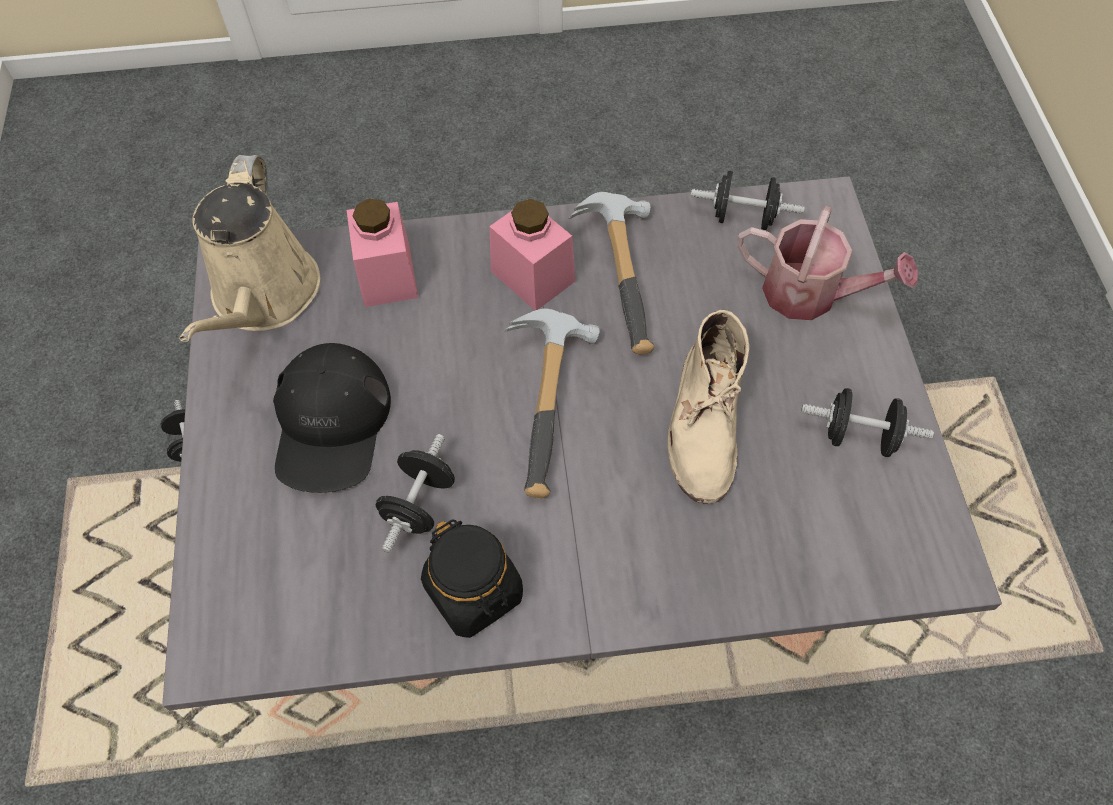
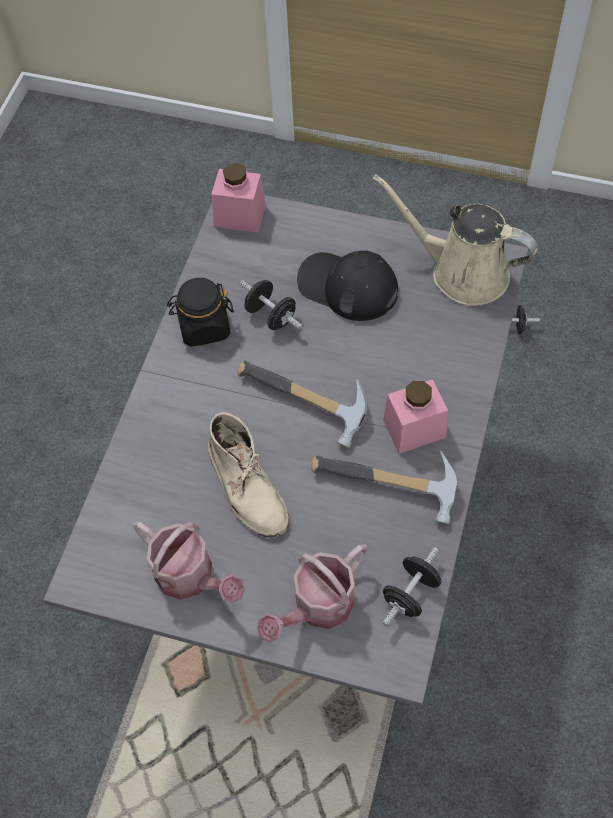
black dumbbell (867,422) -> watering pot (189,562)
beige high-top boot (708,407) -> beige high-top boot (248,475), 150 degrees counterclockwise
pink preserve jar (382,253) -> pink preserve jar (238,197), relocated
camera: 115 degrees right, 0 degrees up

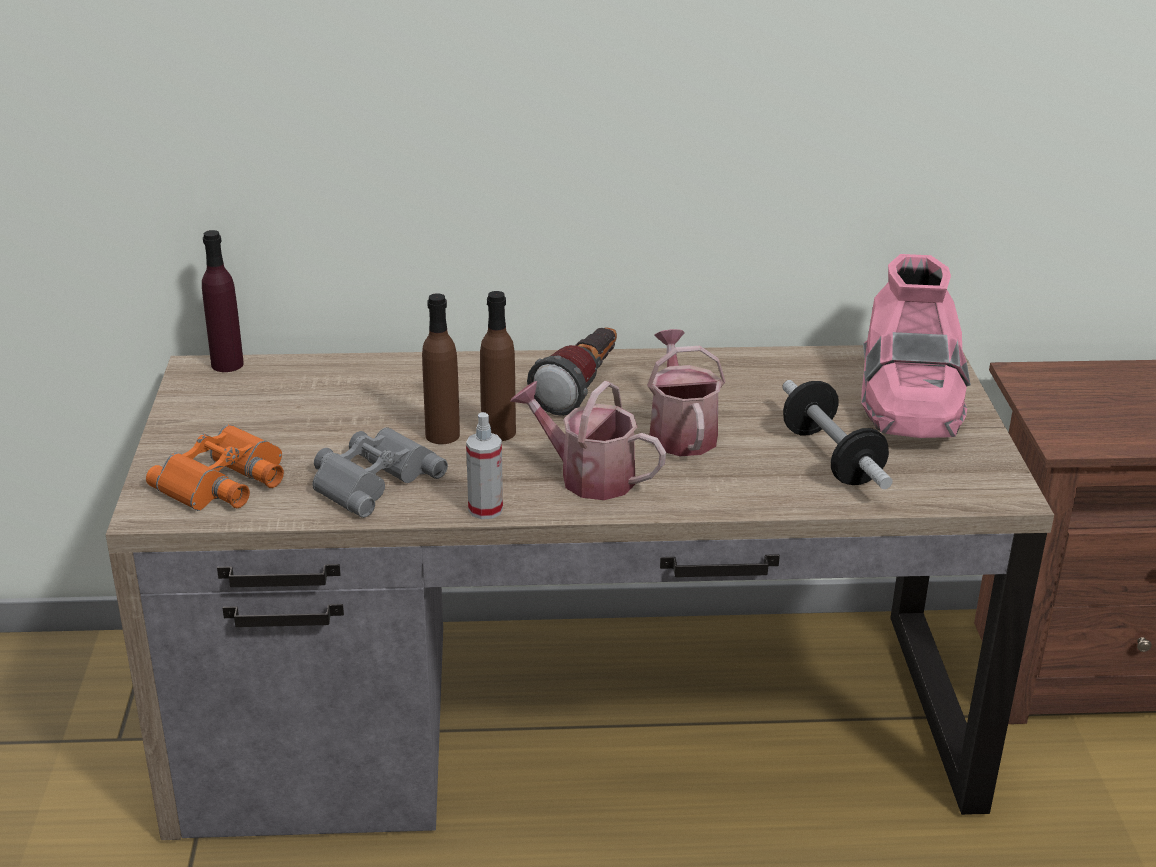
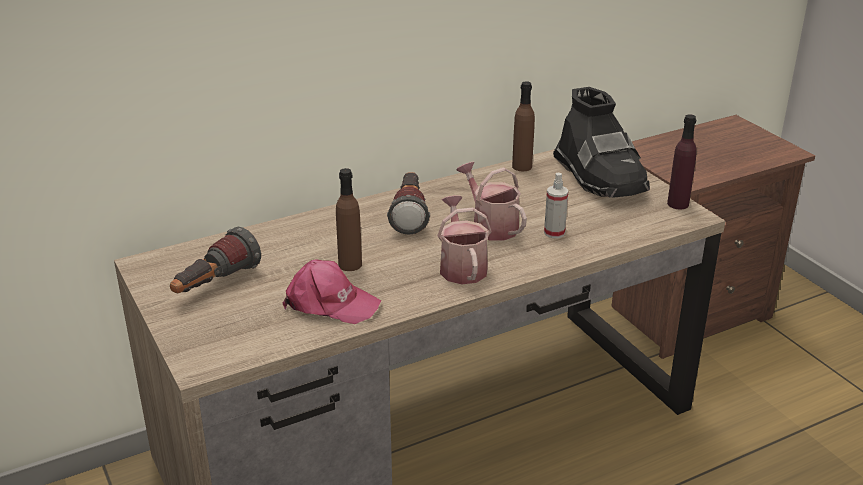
none -> hand torch (215,260)
gray binoculars (380,472) -> pink cap (332,291)
watering pot (588,440) -> watering pot (464,240), 75 degrees clockwise
brown bottle (498,366) -> brown bottle (523,126), relocated
hand sprayer (484,465) -> hand sprayer (556,205), relocated
pink high-top boot (916,346) -> black high-top boot (601,142)
purplish bottle (223,301) -> purplish bottle (682,161), relocated
orange-coloured binoculars (215,467) -> none
dumbbell (837,434) -> none
camera: 25 degrees left, 0 degrees up

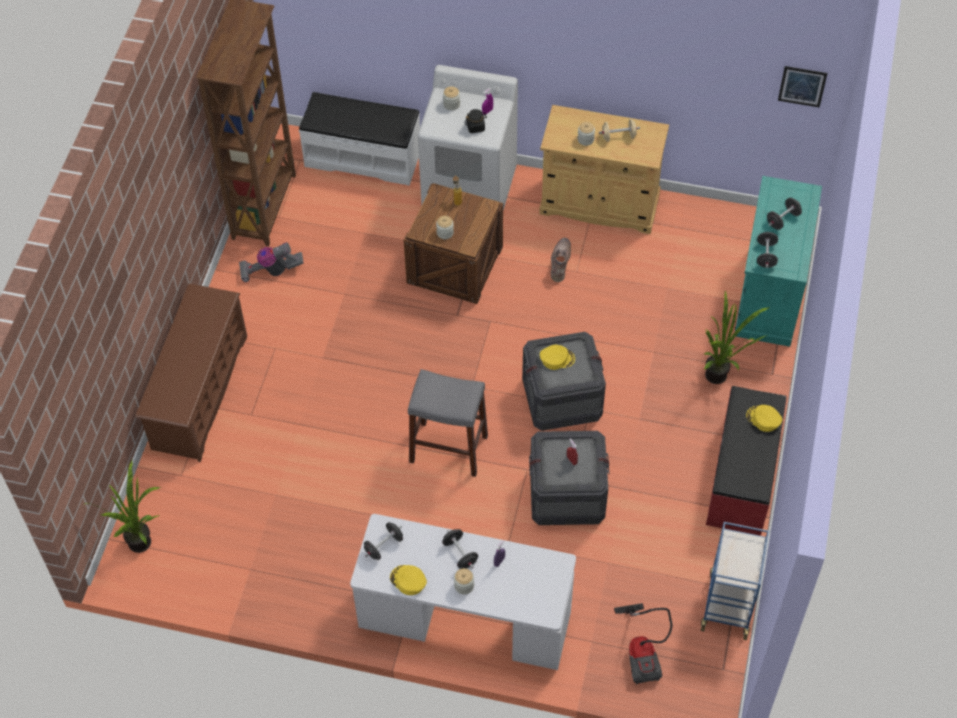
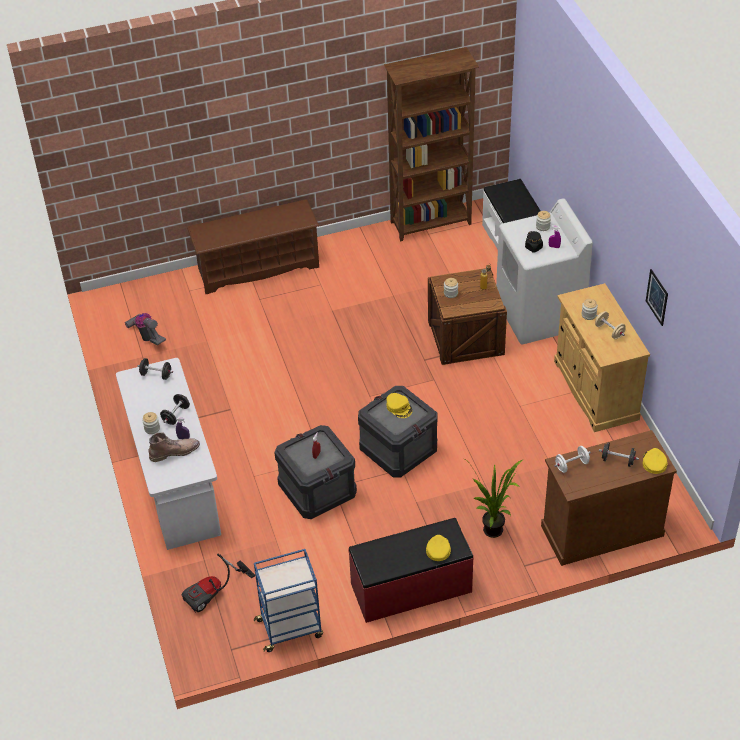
hoover (271,262) -> hoover (145,329), relocated
brown high-top boot (561,260) -> brown high-top boot (174,447), relocated
turquoise cupboard (778,261) -> brown cupboard (609,498)
black dumbbell (767,250) -> white-coloured dumbbell (572,459)
yellow cap (408,580) -> yellow cap (655,461), relocated
wall picture (803,87) -> wall picture (657,297), relocated
houseplant (122,506) -> none
gray sitting stool (448,423) -> none
camera: 60 degrees right, 10 degrees down

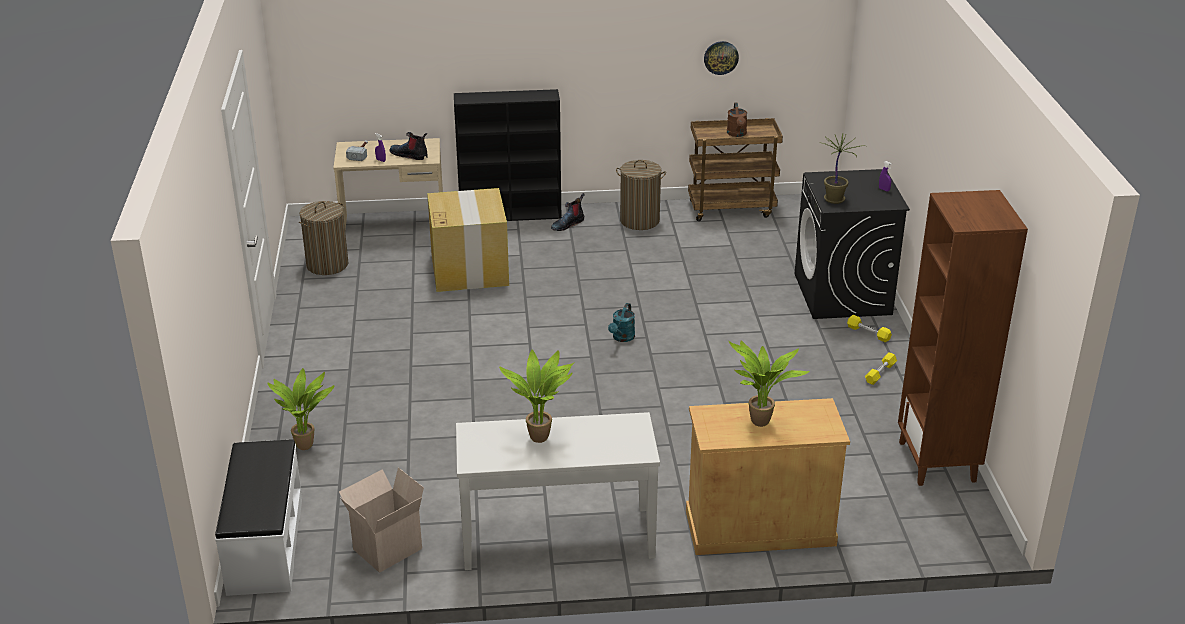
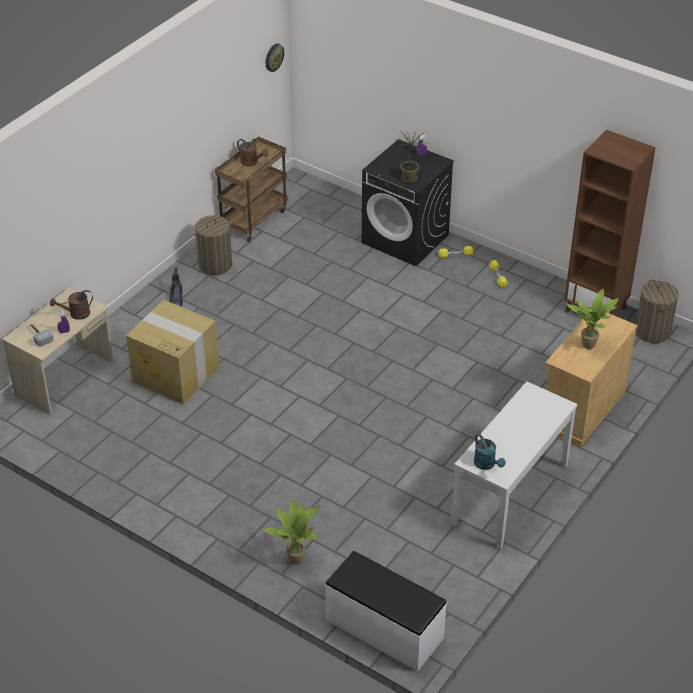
high-top boot (408,146) -> brown watering pot (71,305)
hanging clock (721,58) -> hanging clock (275,58), relocated
turquoise watering pot (621,322) -> turquoise watering pot (490,452), relocated
laundry basket (323,238) -> laundry basket (657,311), relocated
cardboard box (381,520) -> none
black shelving unit (507,155) -> none
houseplant (536,396) -> none
camera: 50 degrees left, 10 degrees up

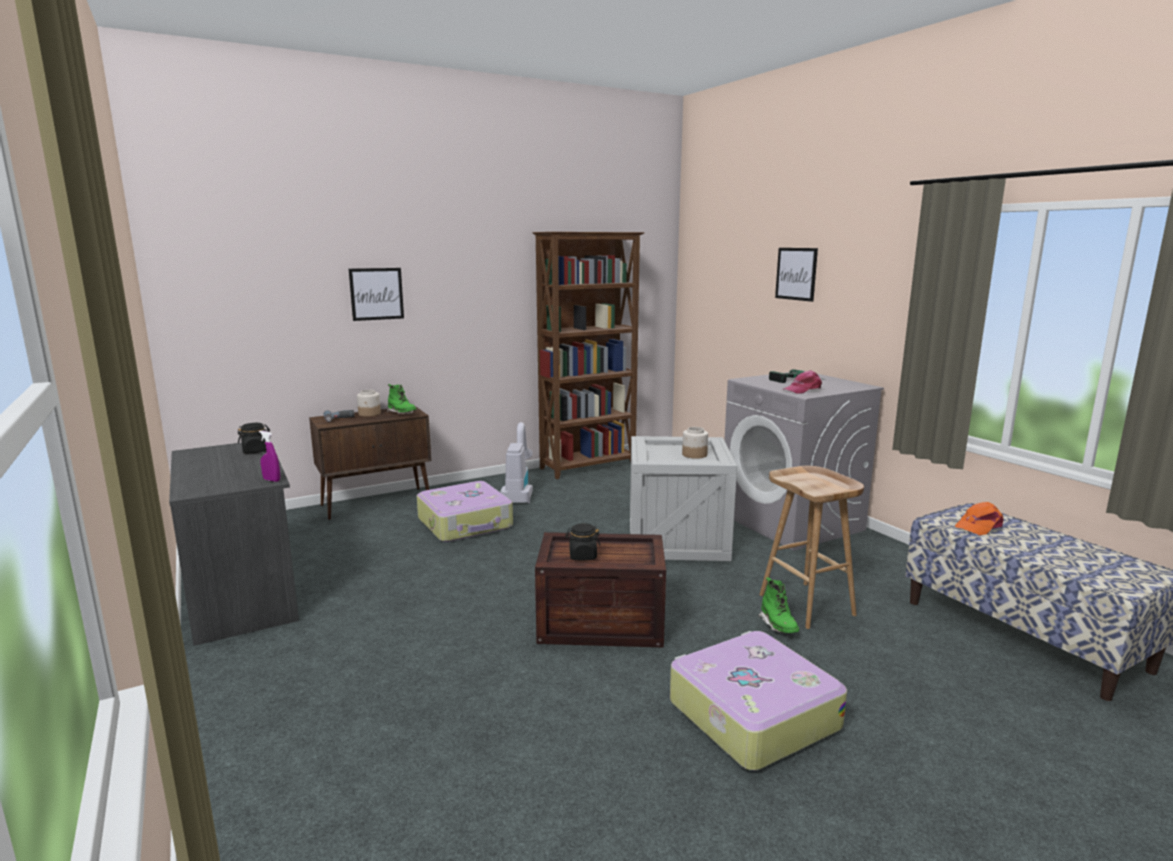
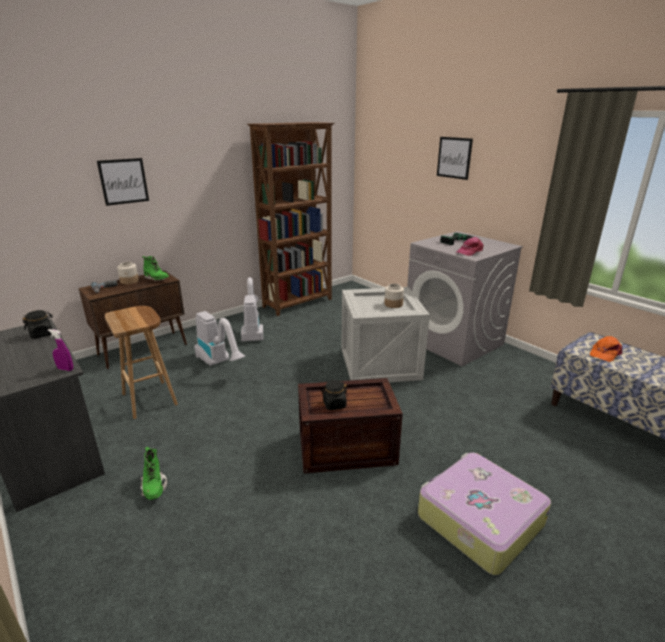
brown sitting stool (811,547) -> brown sitting stool (141,362), relocated
greenish high-top boot (778,605) -> greenish high-top boot (153,473), relocated
suitcase (465,511) -> hoover (219,338)
camera: 10 degrees left, 10 degrees up

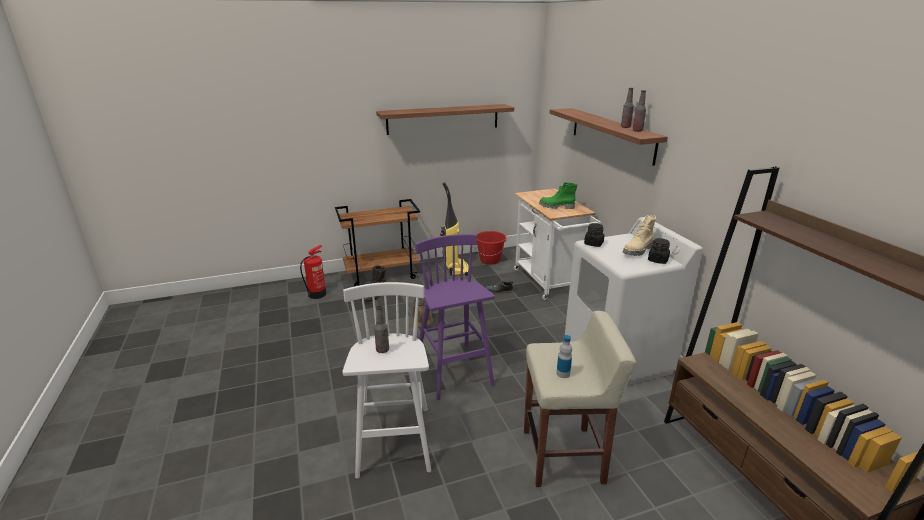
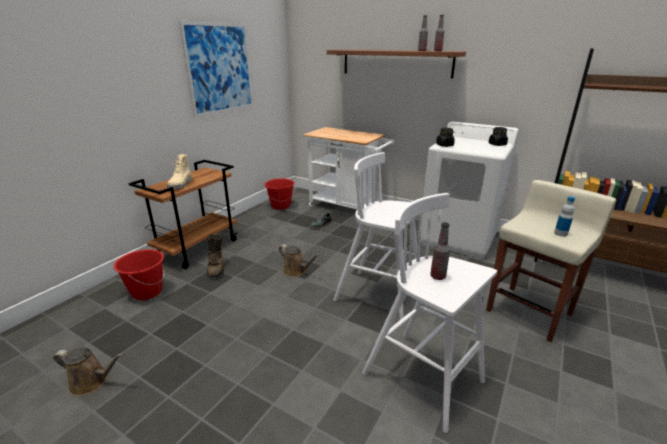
none -> brown watering pot (88,371)
fire extinguisher (313,272) -> reddish water bucket (139,274)
beige high-top boot (639,235) -> beige high-top boot (179,171), relocated
shelf (445,119) -> wall picture (216,69)
purplish sitting stool (455,317) -> white-coloured sitting stool (375,236)
hoover (454,229) -> none
greenish high-top boot (558,195) -> none
camera: 40 degrees left, 0 degrees up

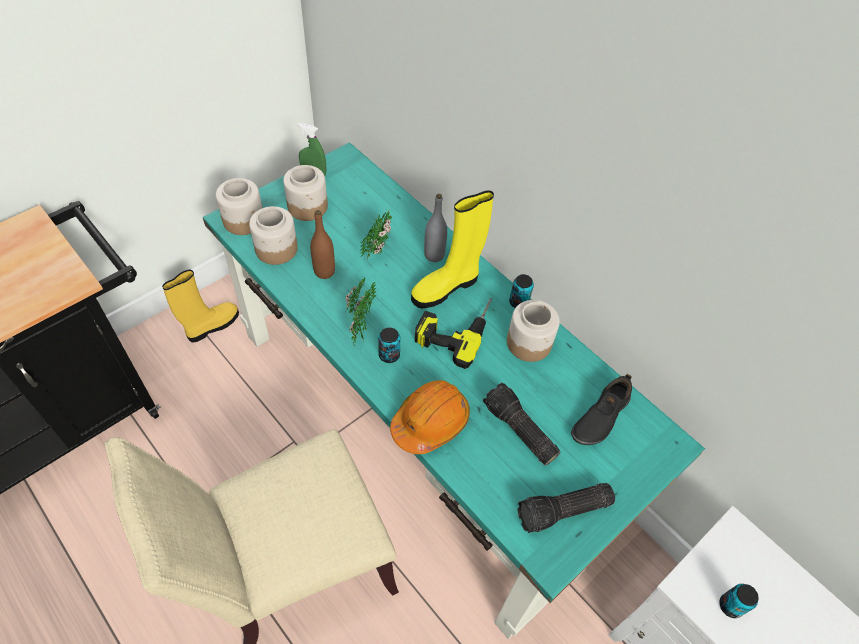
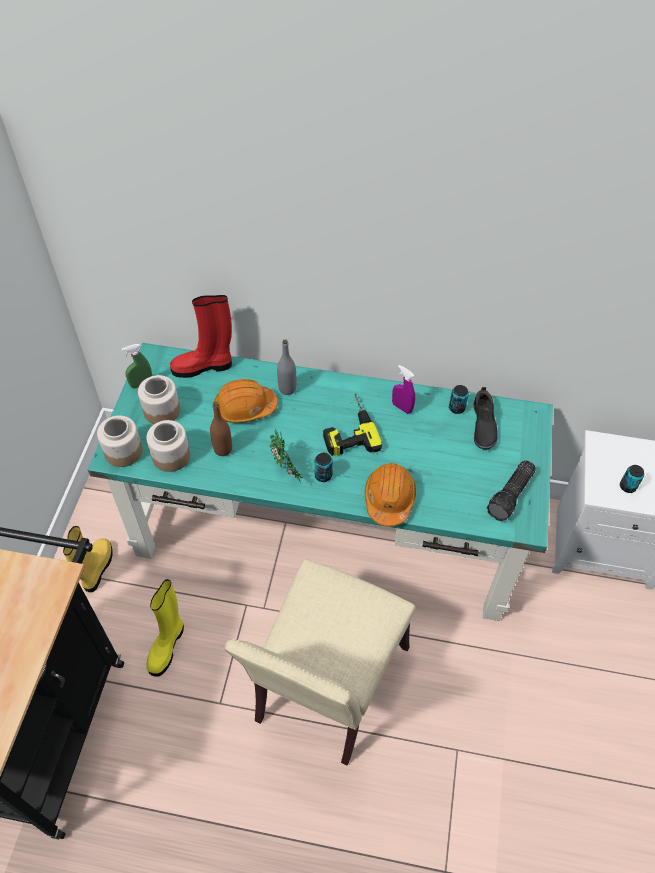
yellow high-top boot (452,249) -> yellow high-top boot (165,627), relocated
none -> reddish high-top boot (201,336)
houseplant (376,236) -> orange-coloured safety helmet (246,401)
preserve jar (533,331) -> purplish hand sprayer (403,389)
sealed can (521,291) -> sealed can (459,399), relocated
hand torch (522,424) -> none
camera: 35 degrees left, 0 degrees up

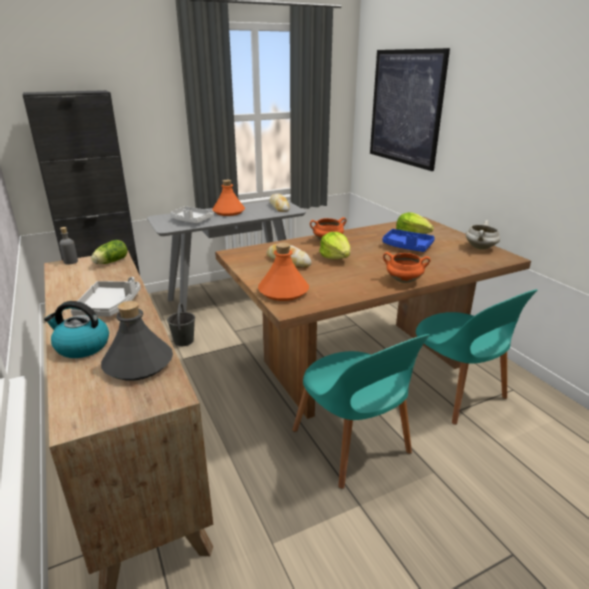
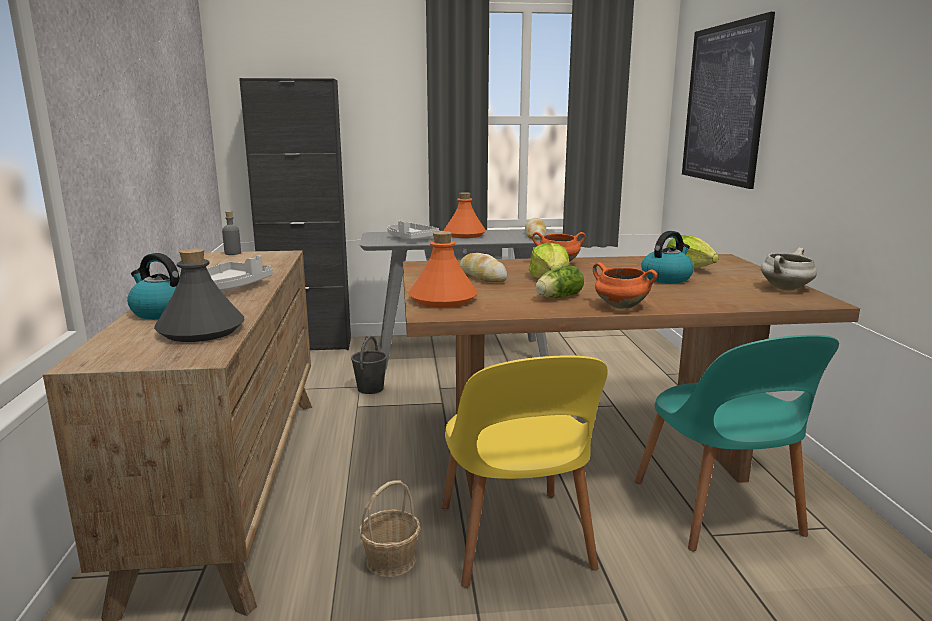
none -> storage basket (390,529)
turquoise plain chair (361,411) -> yellow plain chair (525,471)
head of lettuce (109,252) -> head of lettuce (559,281), relocated
blue-coloured serving tray (408,240) -> tea kettle (667,257)
camera: 20 degrees right, 10 degrees down

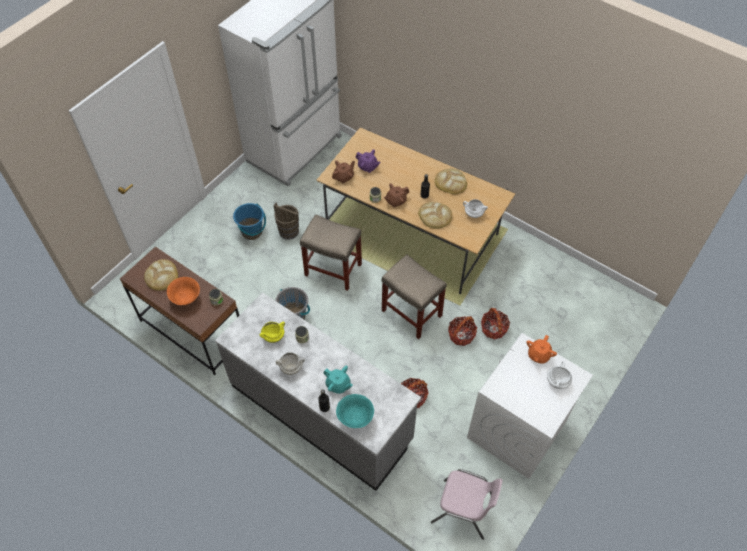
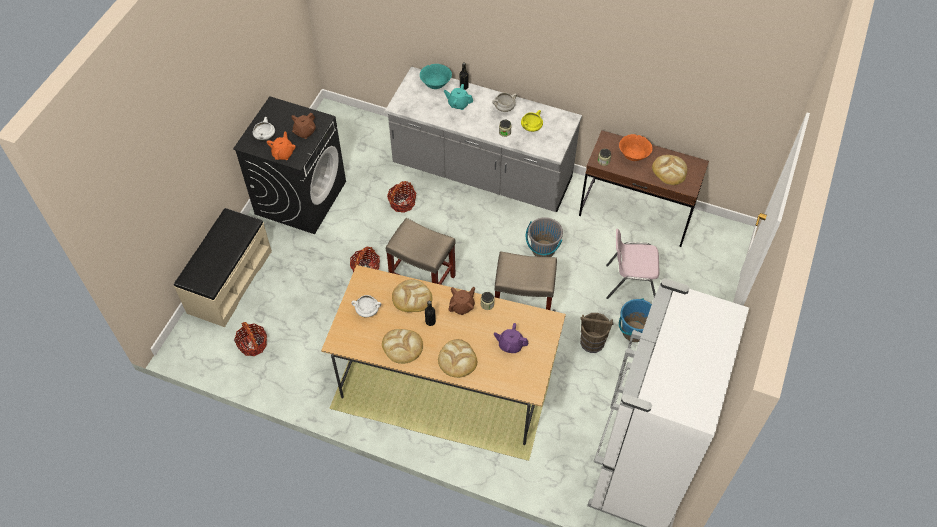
none -> beige long seat (223,267)
white-coloured washing machine (530,406) -> black washing machine (289,165)
storage basket (495,324) -> storage basket (250,339), relocated
brown pot for tea (343,171) -> brown pot for tea (303,126), relocated
none -> bakery bread (457,358)
pink plain chair (467,504) -> pink plain chair (633,264), relocated
camera: 165 degrees right, 0 degrees up

